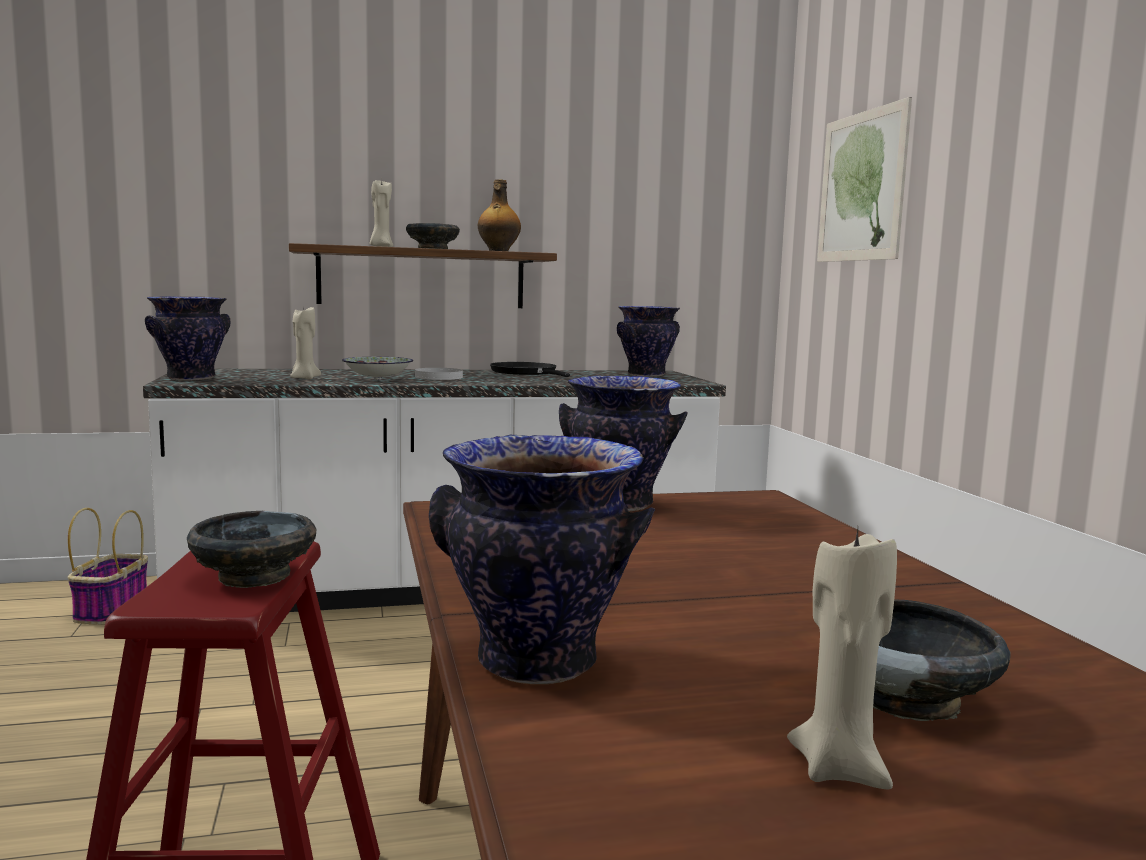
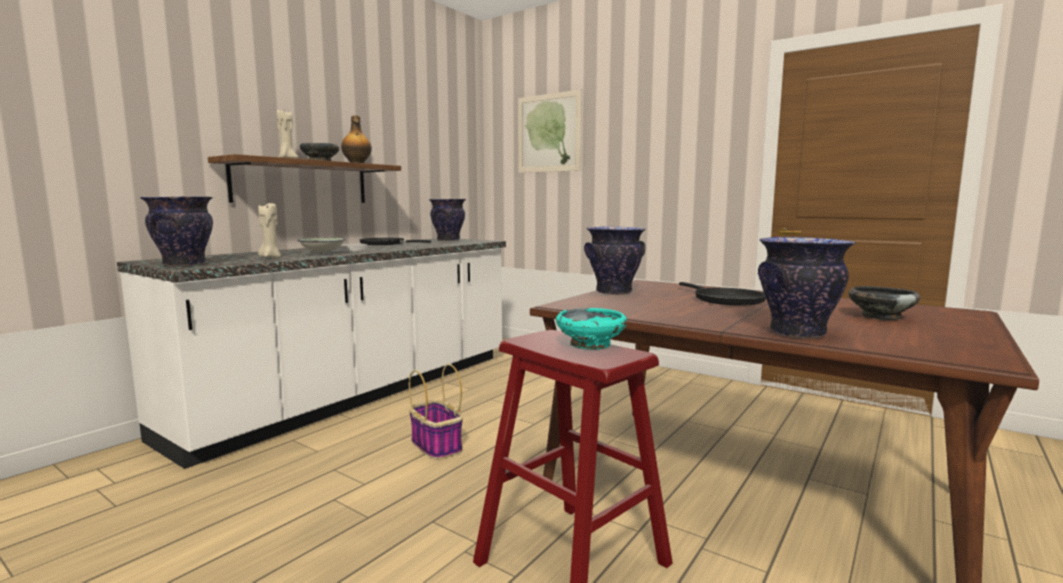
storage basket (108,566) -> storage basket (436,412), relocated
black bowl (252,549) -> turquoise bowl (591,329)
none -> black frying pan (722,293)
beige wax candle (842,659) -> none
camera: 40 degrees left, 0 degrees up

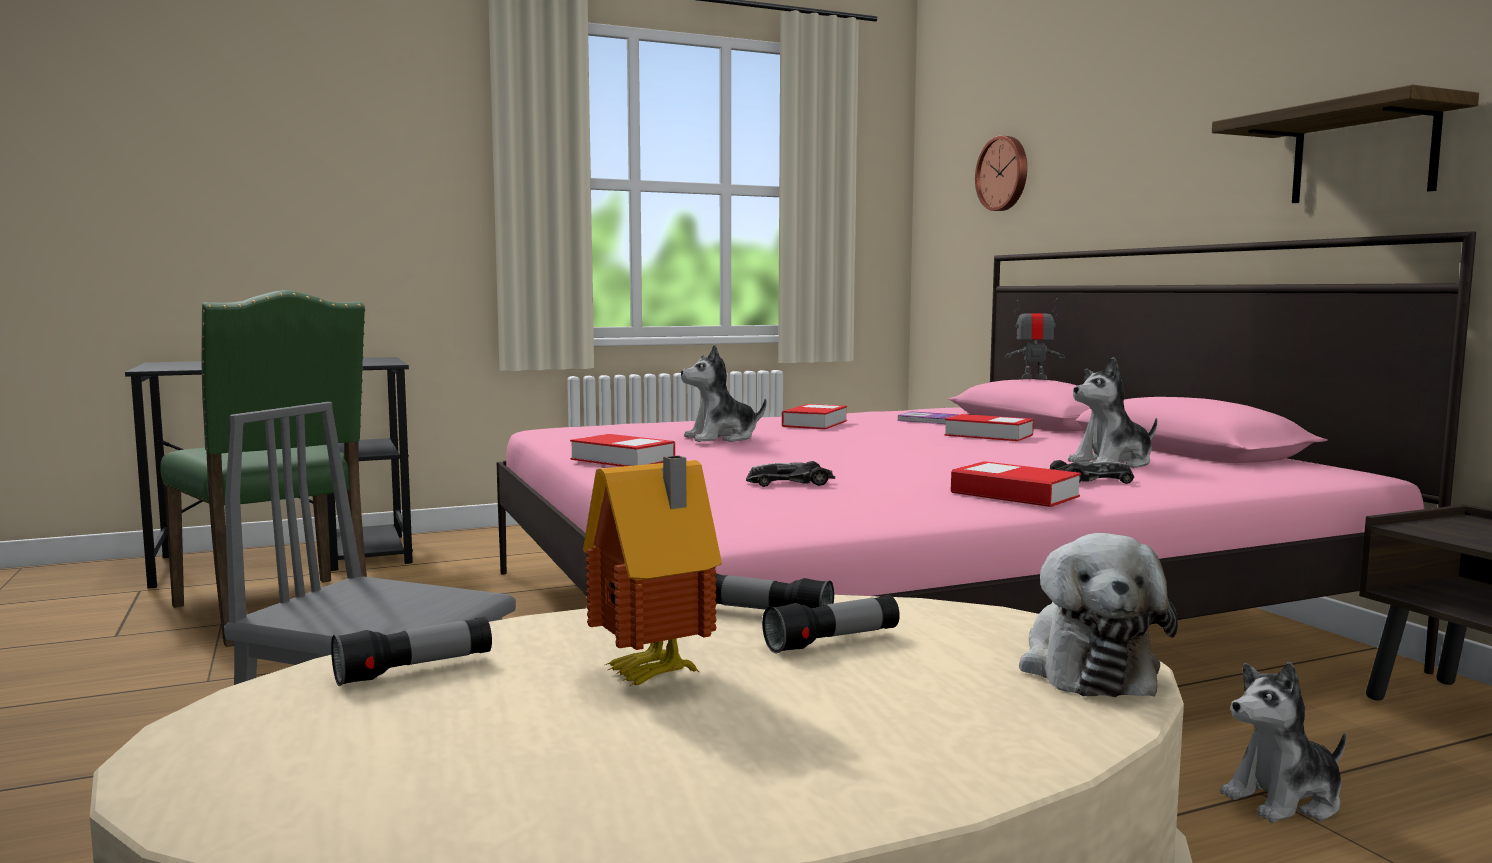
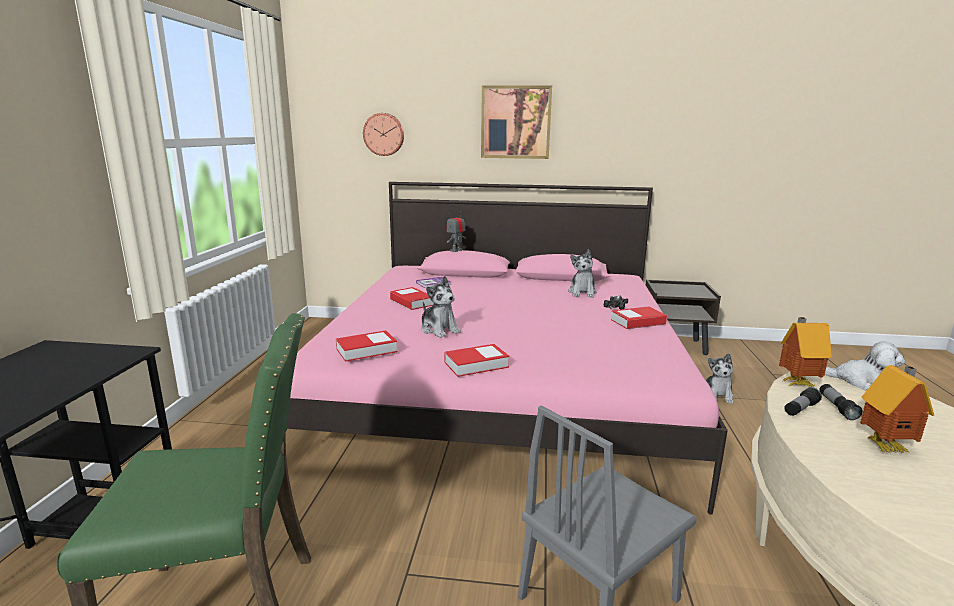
bound book (989,427) -> bound book (367,346), relocated
plush toy (723,393) -> plush toy (441,307), 45 degrees counterclockwise
none -> wall picture (516,122)
none -> toy house (805,352)
hand torch (411,651) -> none
toy car (790,474) -> none
shelf (1345,144) -> none
camera: 60 degrees left, 10 degrees up

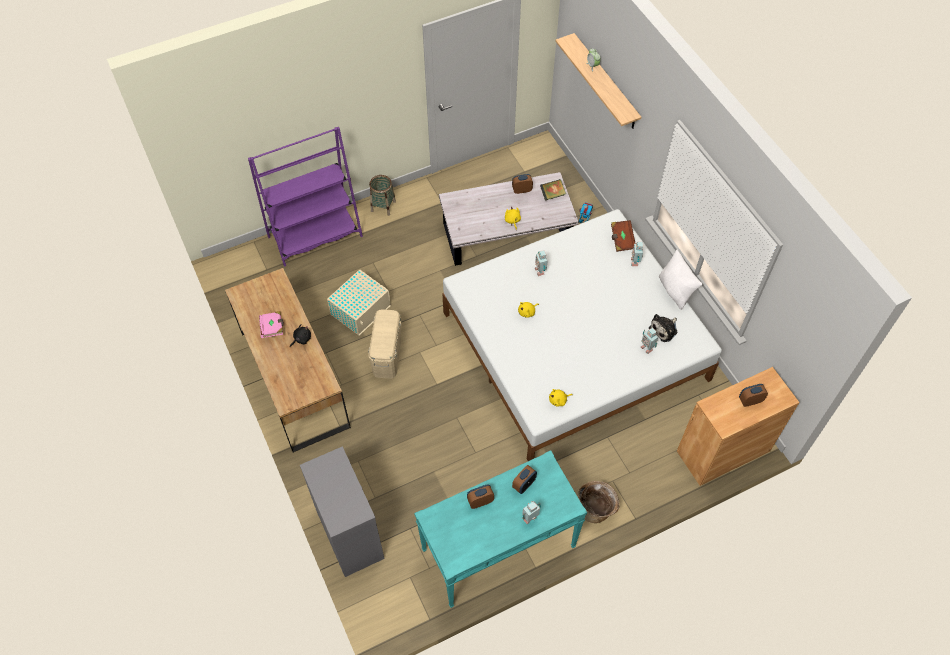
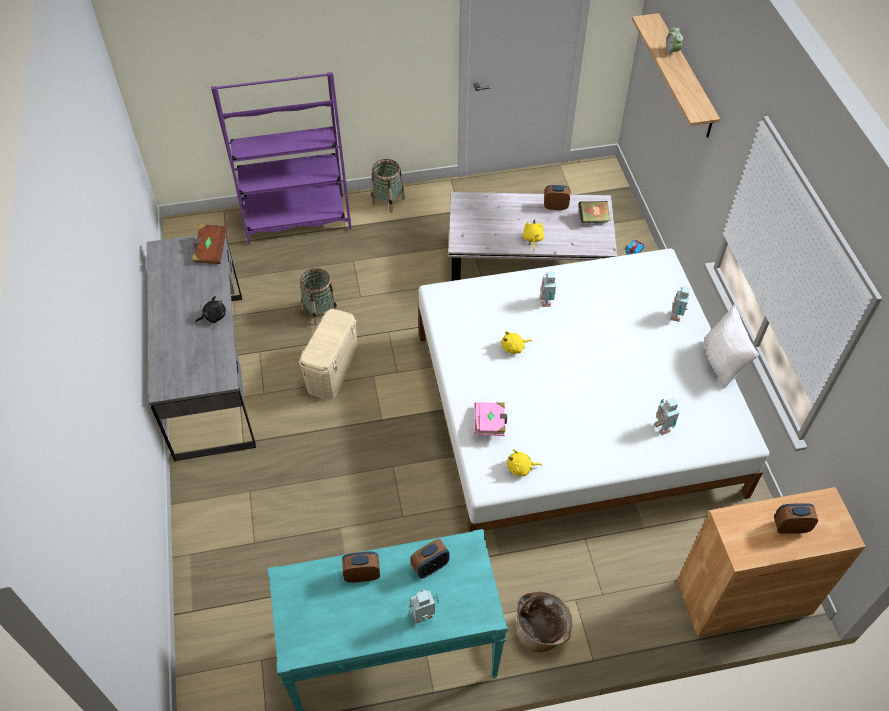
brown desk (288,360) -> gray desk (201,348)
brown bound book (623,236) -> brown bound book (210,244), relocated
beige storage bin (359,302) -> storage basket (319,297)
pink bound book (271,324) -> pink bound book (490,419), relocated
gray dresser (342,511) -> none
plush toy (663,328) -> none
camera: 15 degrees right, 5 degrees down

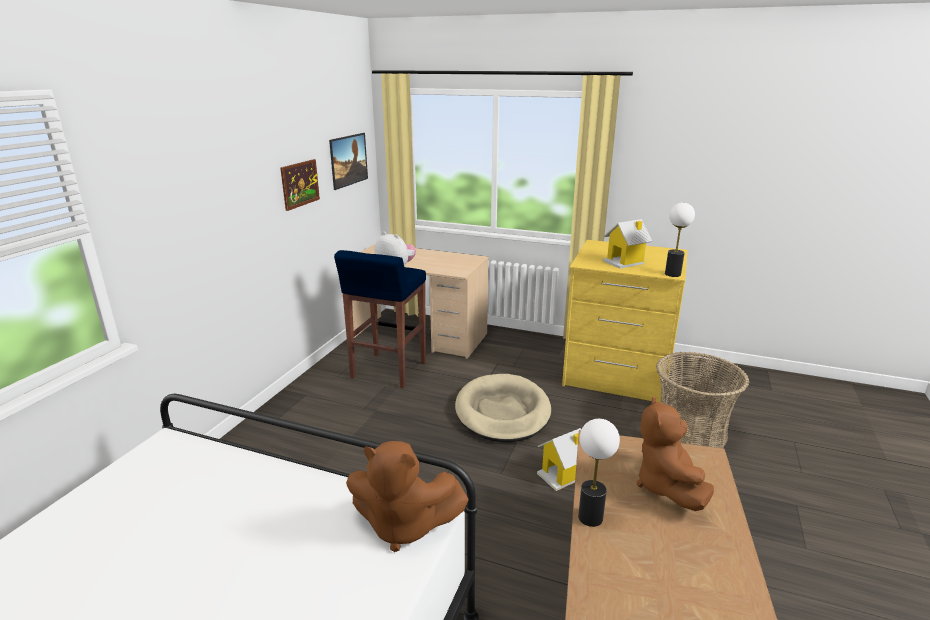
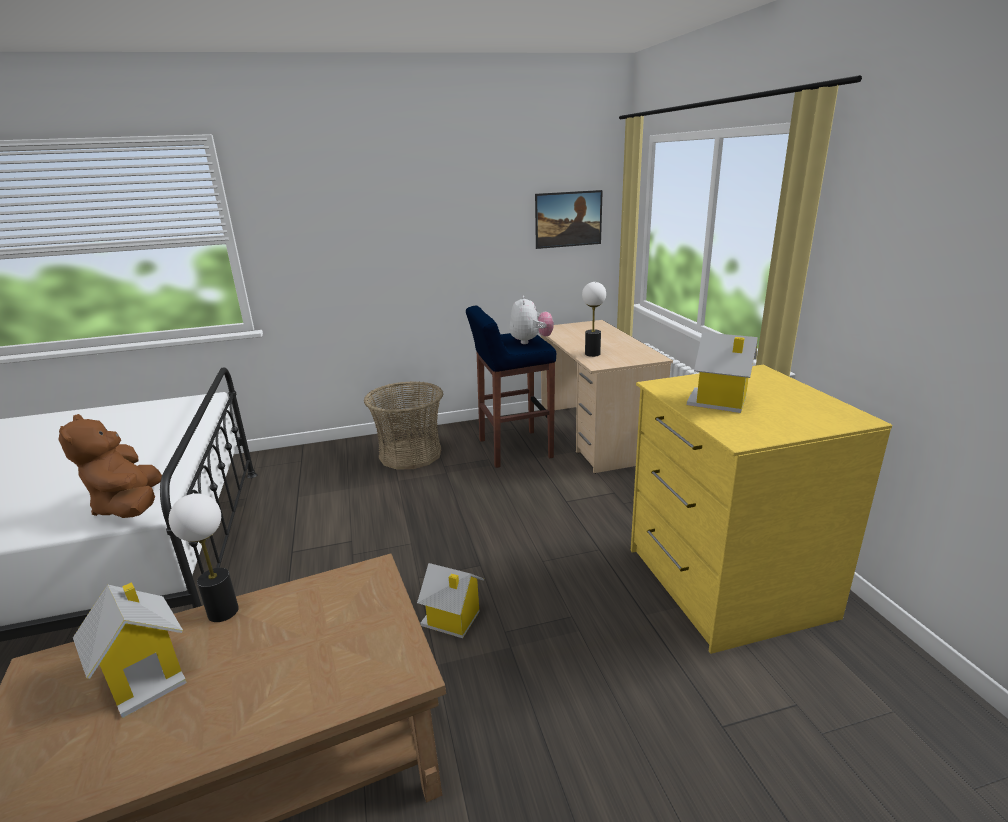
none -> toy house (130,650)
storage basket (702,400) -> storage basket (403,425), relocated
table lamp (680,239) -> table lamp (594,319), relocated
wall picture (300,185) -> none
beige dog cushion (503,408) -> none
brown plush toy (675,453) -> none
camera: 55 degrees right, 0 degrees up

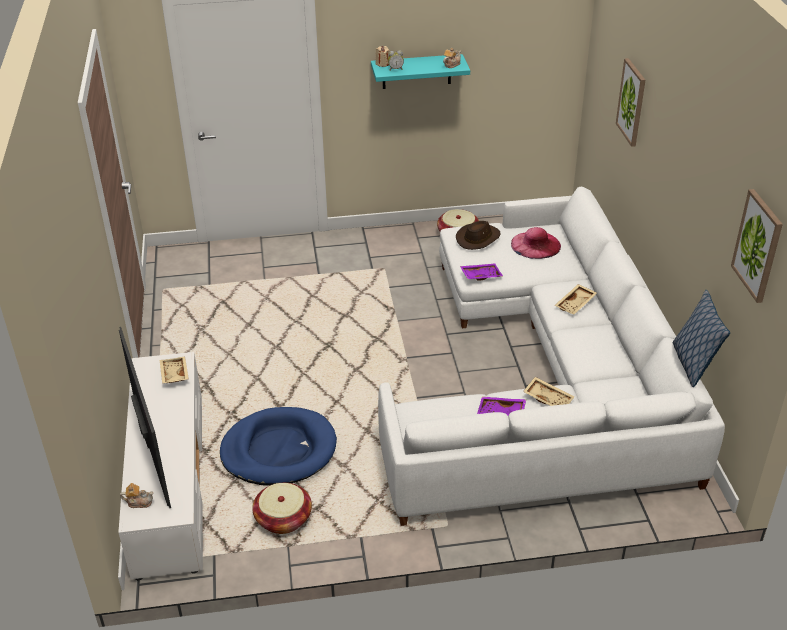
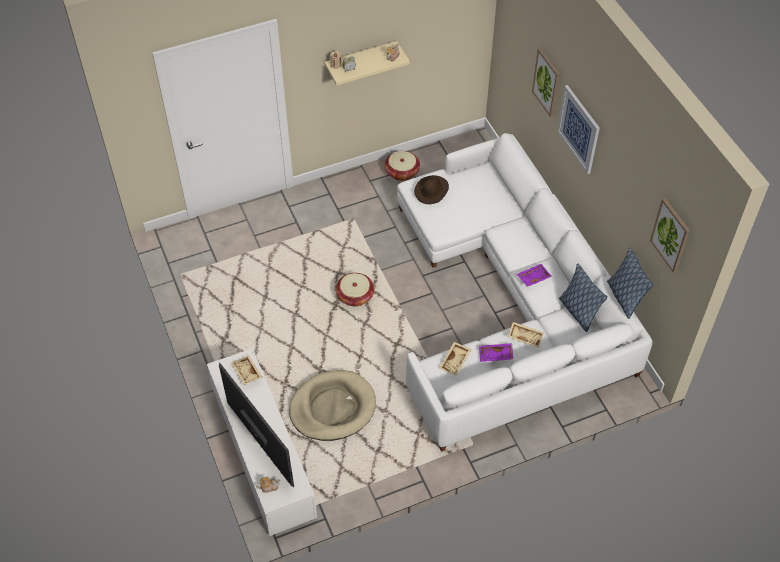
blue-coloured dog cushion (278,446) -> beige dog cushion (332,405)
turquoise shelf (420,71) -> beige shelf (367,63)
storage basket (282,508) -> storage basket (355,289), relocated
beige serving tray (575,299) -> beige serving tray (455,359), relocated
purplish serving tray (481,272) -> purplish serving tray (534,275), relocated
none -> wall picture (578,129)
none -> cushion (583,297)
pink hat (536,243) -> none
camera: 15 degrees left, 15 degrees up

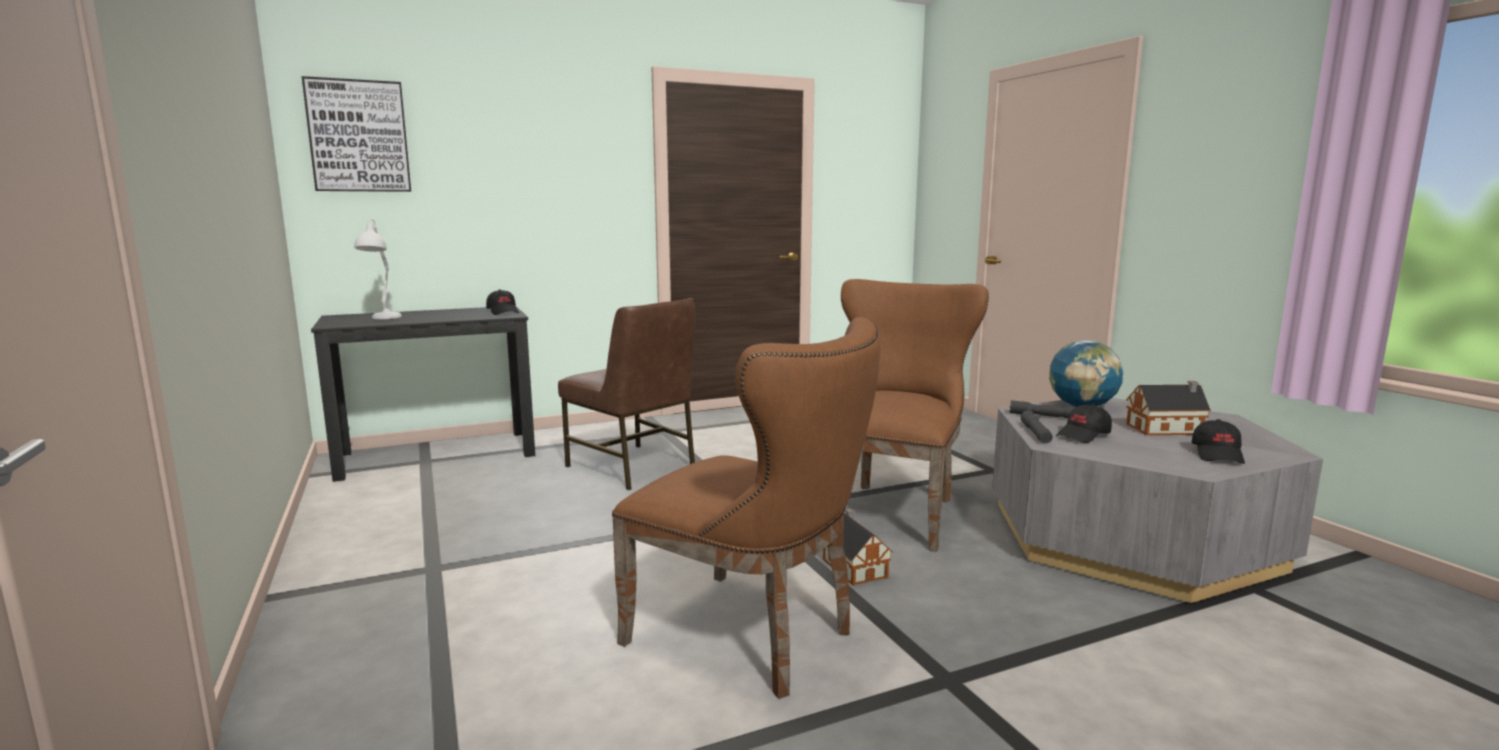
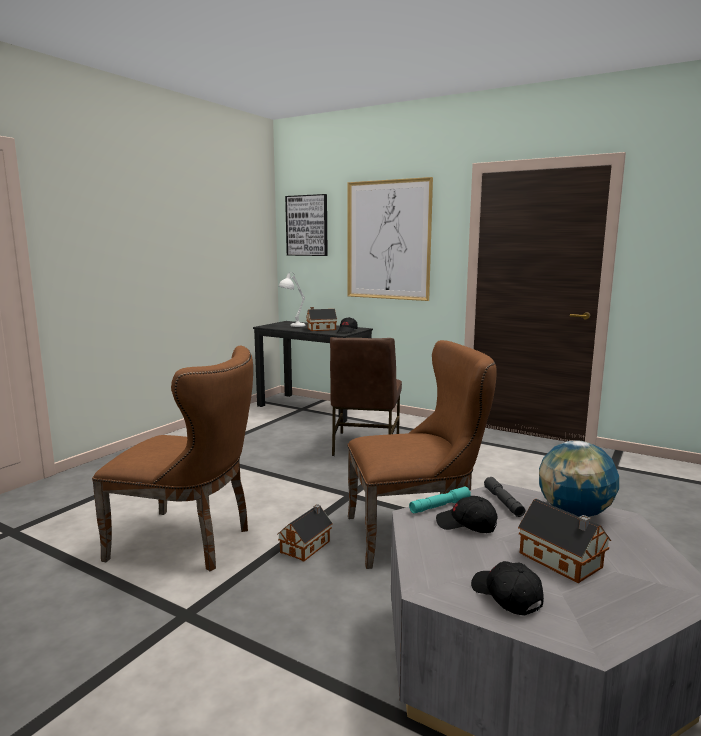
brown plain chair (746,508) -> brown plain chair (172,458), 75 degrees counterclockwise
none -> toy house (321,319)
none -> wall picture (390,239)
gray hand torch (1036,426) -> turquoise hand torch (440,499)
black cap (1218,441) -> black cap (507,588), 75 degrees clockwise
camera: 55 degrees right, 0 degrees up

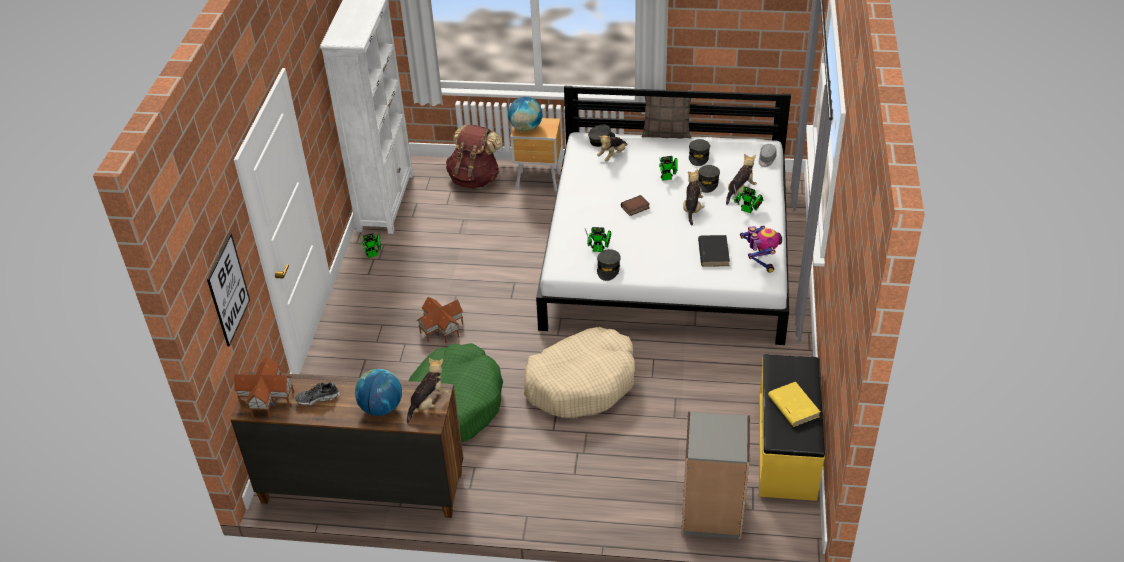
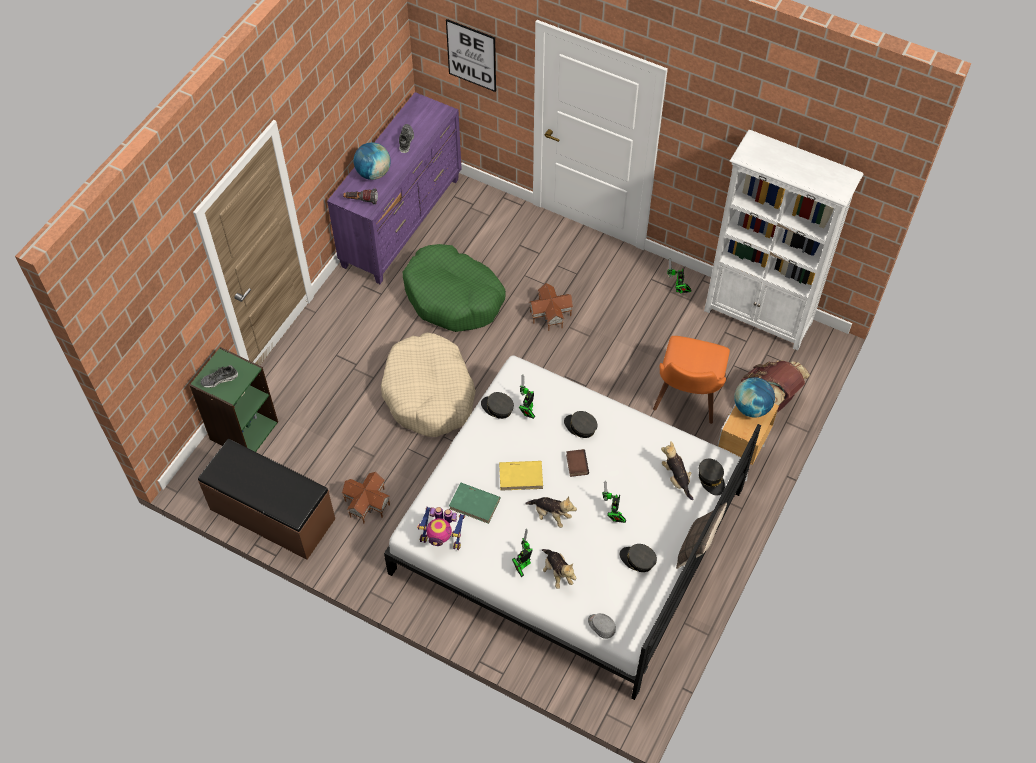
gray shelving unit (715,475) -> greenish shelving unit (233,399)
yellow long seat (792,427) -> brown long seat (266,499)
none -> low shoe (219,376)
brown dresser (347,444) -> purplish dresser (394,188)
toy house (264,387) -> toy house (366,497), relocated
plush toy (428,390) -> hand torch (360,196)
black bound book (714,251) -> greenish bound book (474,503)
yellow bound book (794,404) -> yellow bound book (521,476), relocated
gray cap (709,179) -> gray cap (581,424), relocated
none -> orange-coloured plain chair (691,380)
camera: 110 degrees right, 15 degrees up

